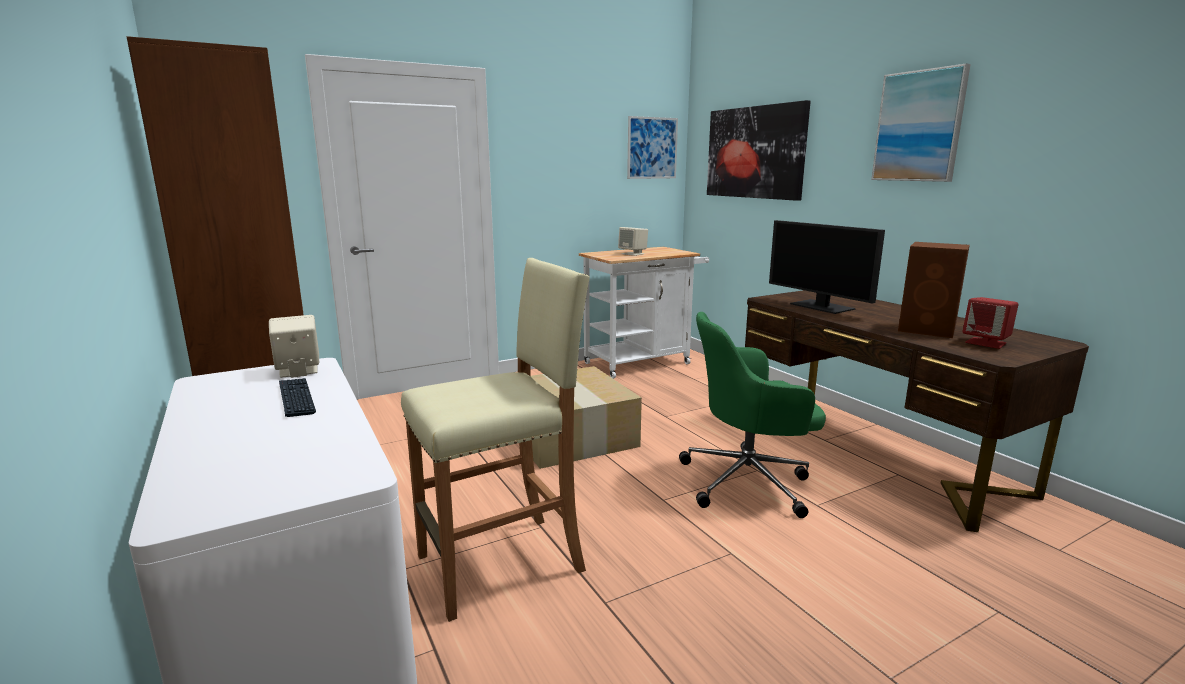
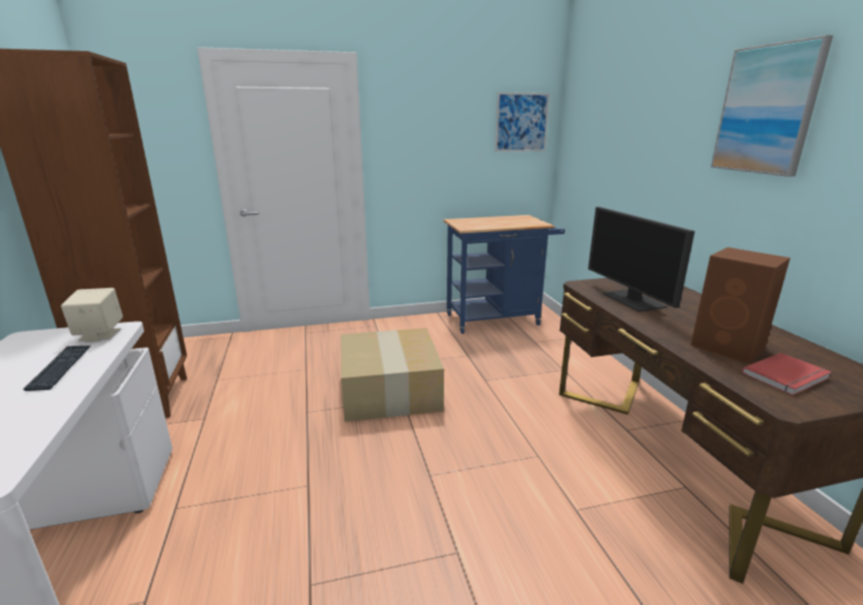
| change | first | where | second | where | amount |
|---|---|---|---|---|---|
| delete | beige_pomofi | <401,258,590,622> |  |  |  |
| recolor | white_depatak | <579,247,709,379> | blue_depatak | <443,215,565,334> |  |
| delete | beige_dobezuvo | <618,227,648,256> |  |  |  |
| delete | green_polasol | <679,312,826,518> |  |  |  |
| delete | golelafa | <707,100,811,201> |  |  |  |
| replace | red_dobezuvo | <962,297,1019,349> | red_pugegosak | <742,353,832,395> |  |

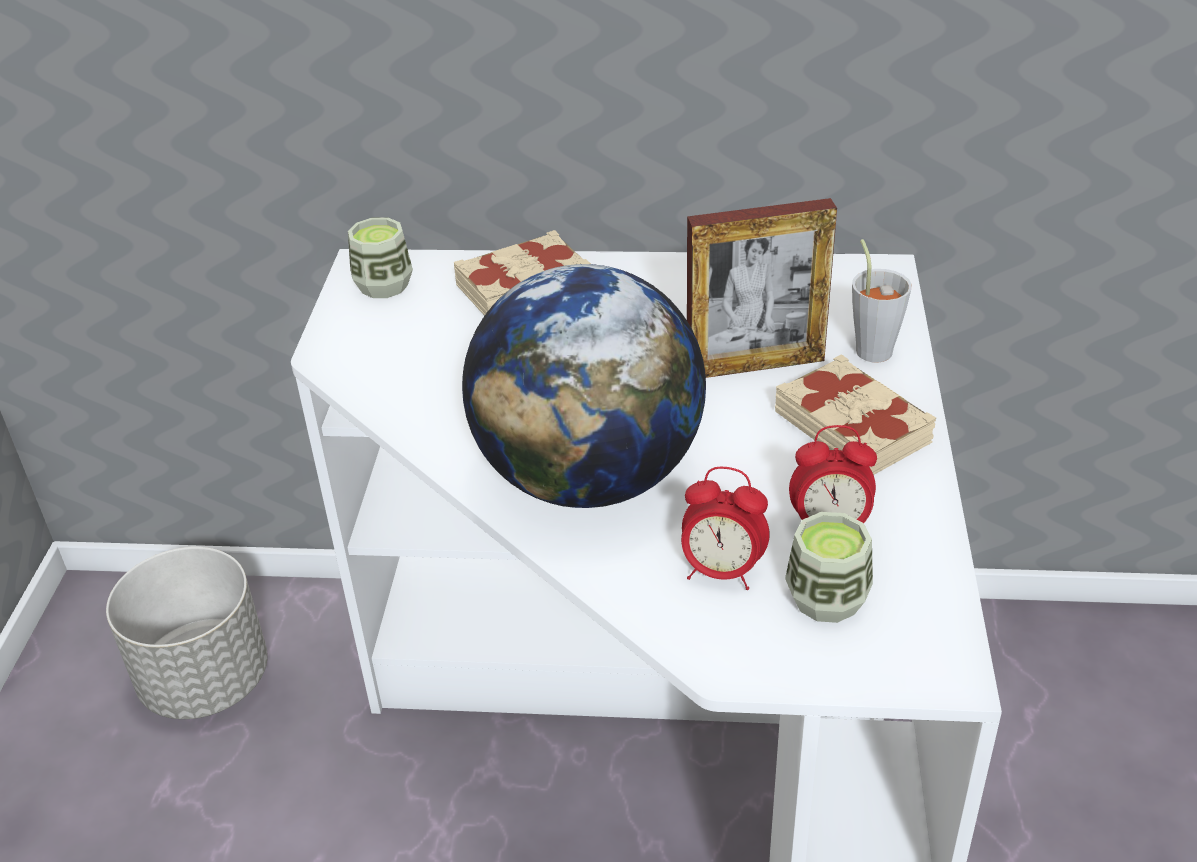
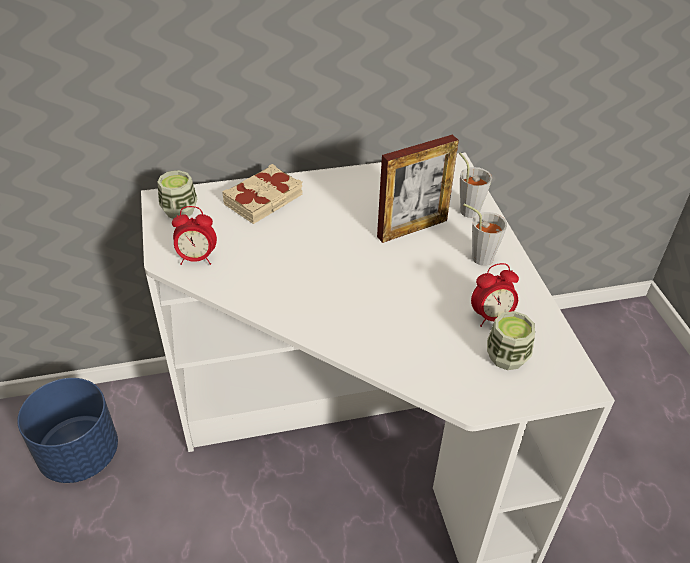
| change | first | where | second | where | amount |
|---|---|---|---|---|---|
| recolor | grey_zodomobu | <106,547,268,719> | blue_zodomobu | <17,378,118,483> |  |
| delete | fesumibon | <462,264,706,508> |  |  |  |
| move | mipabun | <681,467,770,590> |  | <172,206,217,265> |  |
| replace | beige_pugegosak | <775,354,936,475> | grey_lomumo | <463,203,507,266> |  |

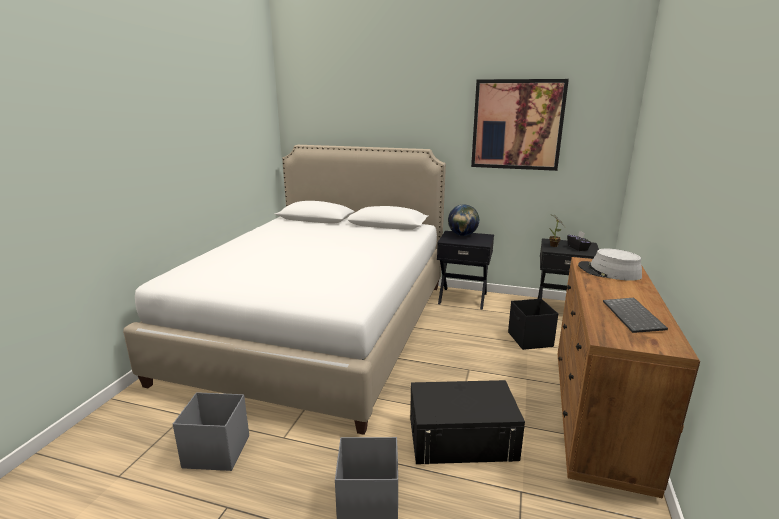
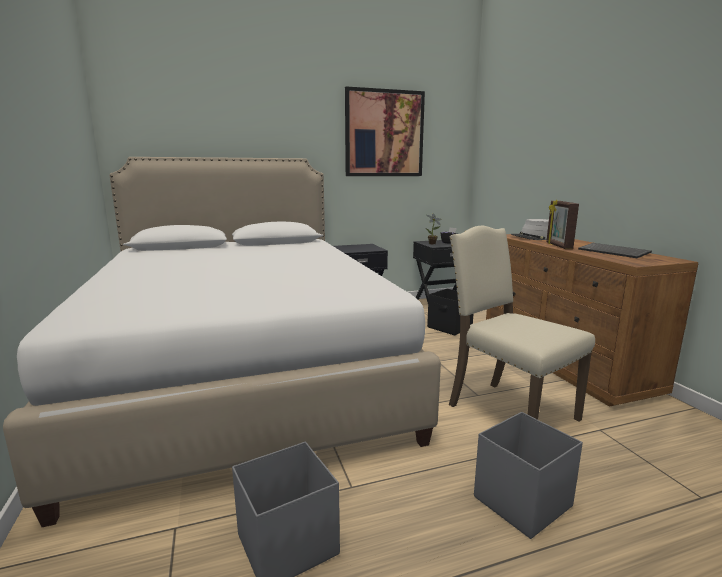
| change | first | where | second | where | amount |
|---|---|---|---|---|---|
| replace | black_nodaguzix | <410,380,525,464> | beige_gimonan | <449,226,595,422> |  |
| delete | fesumibon | <448,204,479,236> |  |  |  |
| insert |  |  | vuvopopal | <546,200,579,249> |  |

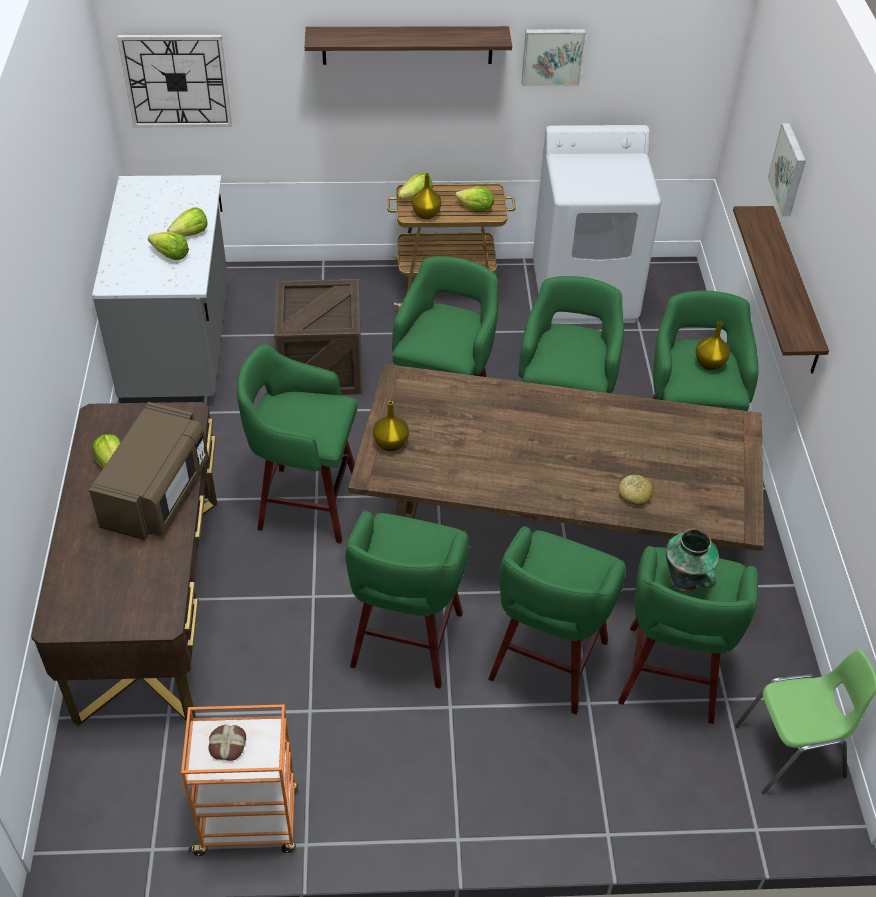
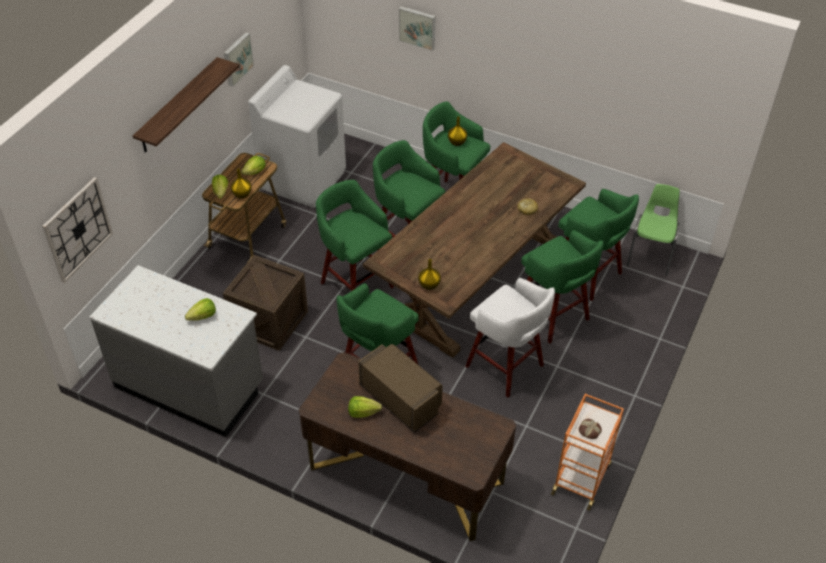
| change | first | where | second | where | amount |
|---|---|---|---|---|---|
| delete | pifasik | <167,207,208,237> |  |  |  |
| recolor | green_pomofi | <345,510,469,688> | white_pomofi | <465,278,555,398> |  |
| delete | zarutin | <666,529,719,592> |  |  |  |
| delete | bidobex | <733,206,829,374> |  |  |  |

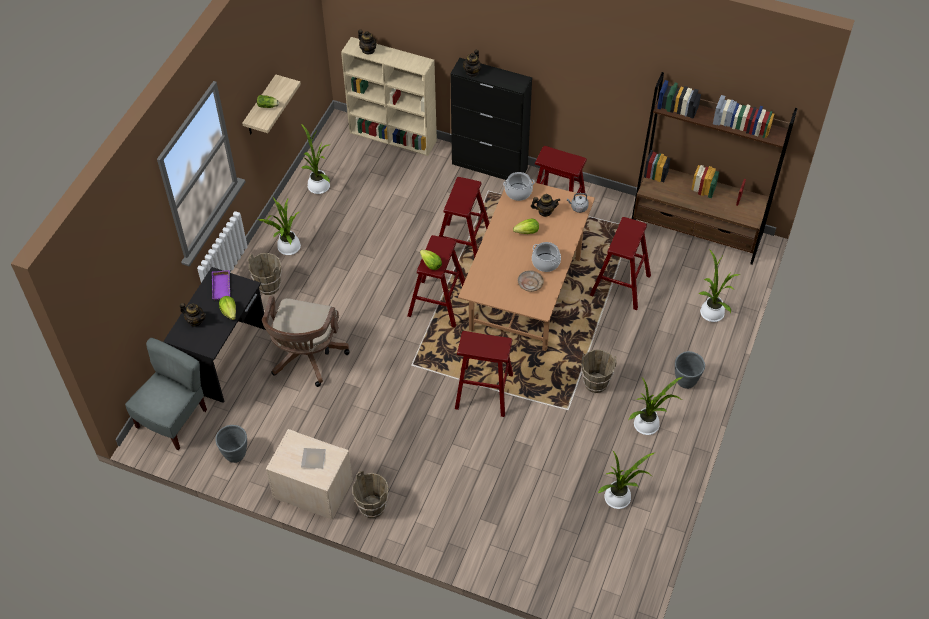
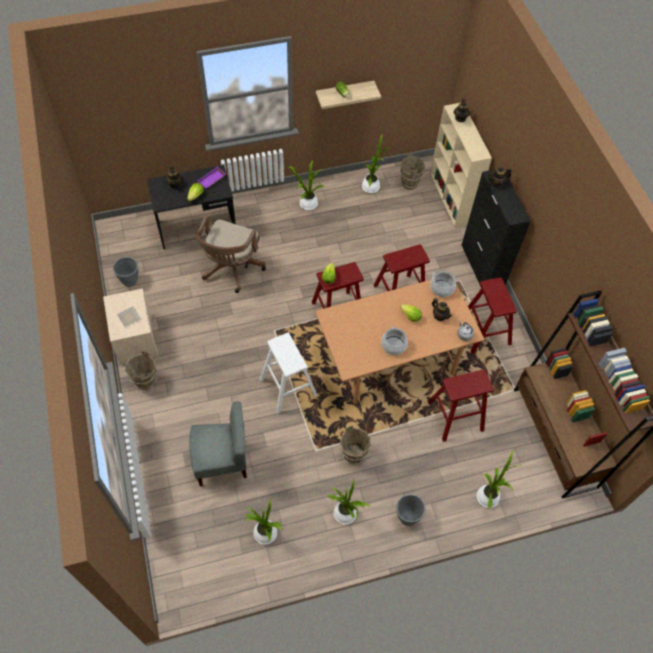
| change | first | where | second | where | amount |
|---|---|---|---|---|---|
| move | grey_gimonan | <125,338,207,450> |  | <190,402,247,486> |  |
| move | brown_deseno | <248,253,282,295> |  | <400,152,425,190> |  |
| rotate | brown_polasol | <262,296,350,387> |  | <195,215,266,293> | 45 degrees counterclockwise |
| recolor | red_pomofi | <455,331,513,417> | white_pomofi | <260,333,318,414> |  |
| delete | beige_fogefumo | <517,270,544,292> |  |  |  |

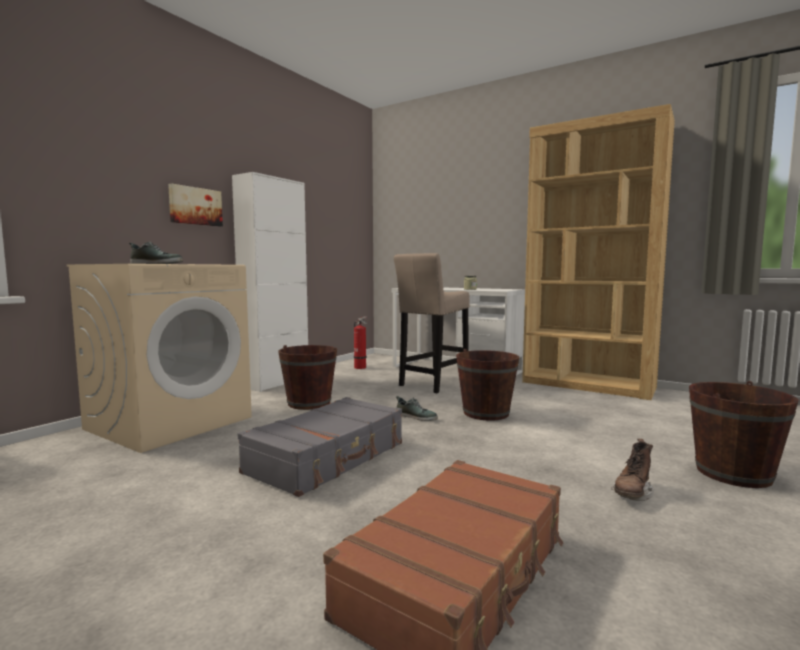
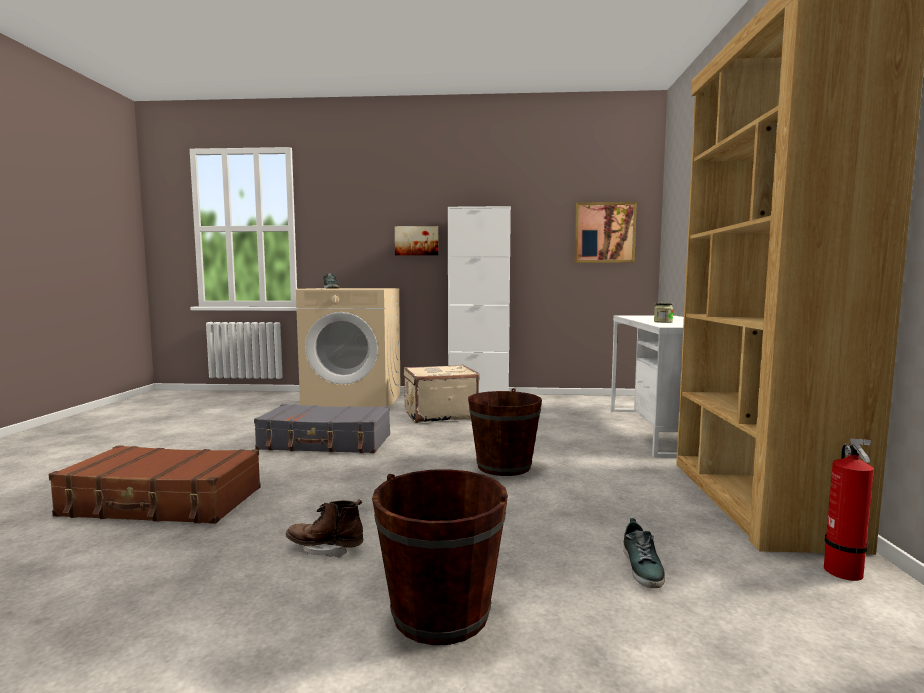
| change | first | where | second | where | amount |
|---|---|---|---|---|---|
| replace | brown_deseno | <278,345,337,410> | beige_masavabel | <404,364,480,423> |  |
| move | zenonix | <354,316,367,369> |  | <824,438,874,581> |  |
| delete | beige_pomofi | <394,253,470,393> |  |  |  |
| move | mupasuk | <396,396,438,421> |  | <623,518,665,588> |  |
| insert |  |  | golelafa | <574,202,637,263> |  |

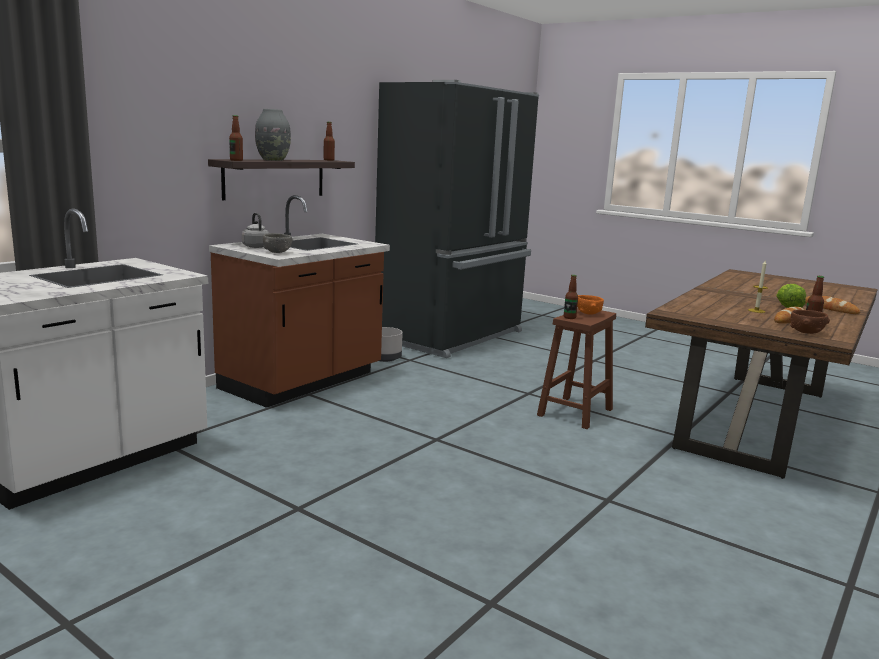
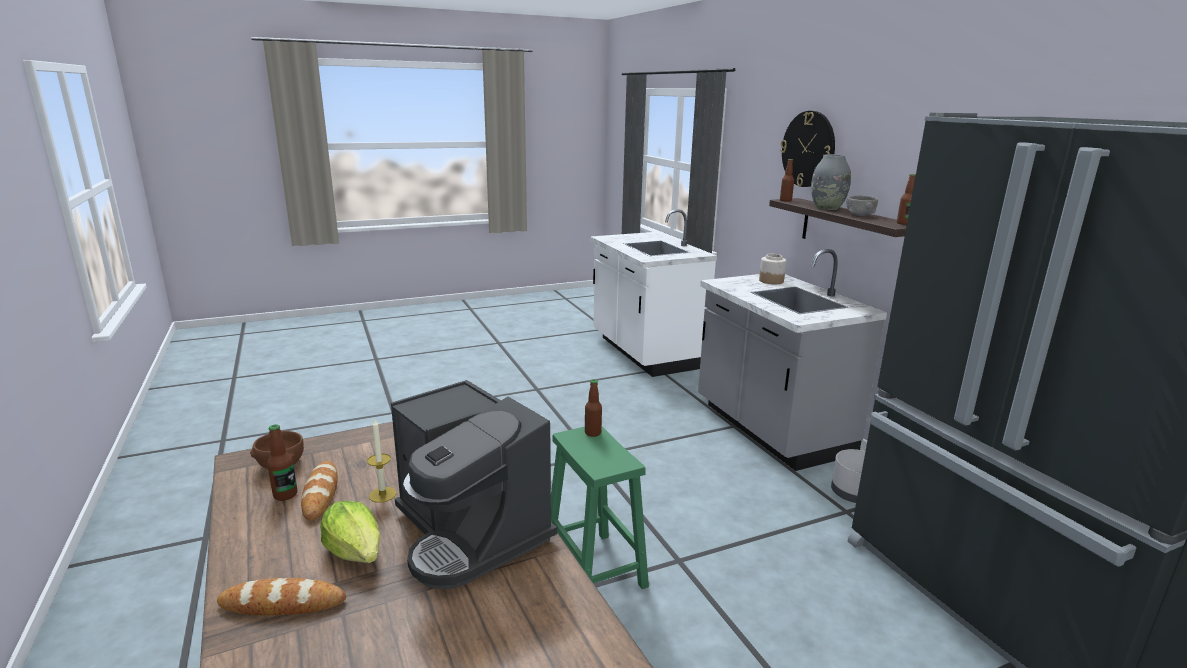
| change | first | where | second | where | amount |
|---|---|---|---|---|---|
| recolor | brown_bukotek | <209,195,390,408> | grey_bukotek | <698,249,887,471> |  |
| replace | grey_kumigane | <242,213,269,248> | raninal | <759,254,786,284> |  |
| move | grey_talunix | <263,233,293,253> |  | <846,195,878,216> |  |
| recolor | brown_pomofi | <537,309,616,429> | green_pomofi | <551,426,649,589> |  |
| delete | orange_talunix | <577,295,604,315> |  |  |  |
| insert |  |  | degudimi | <391,380,557,590> |  |
| insert |  |  | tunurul | <780,111,835,187> |  |

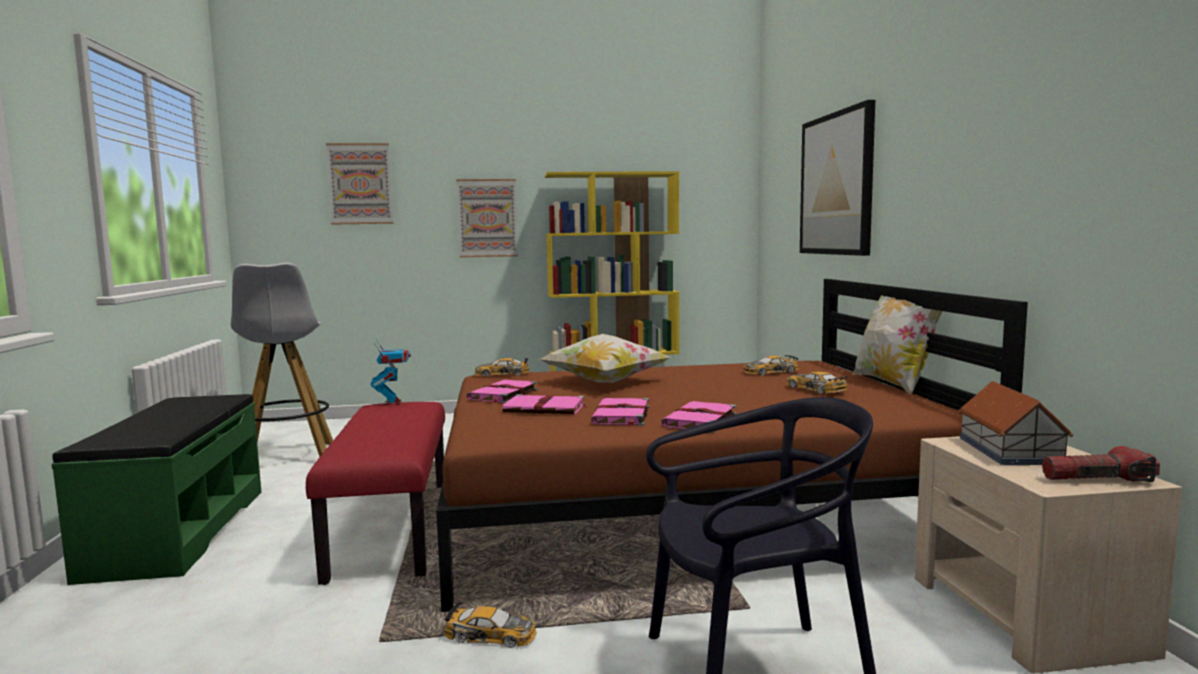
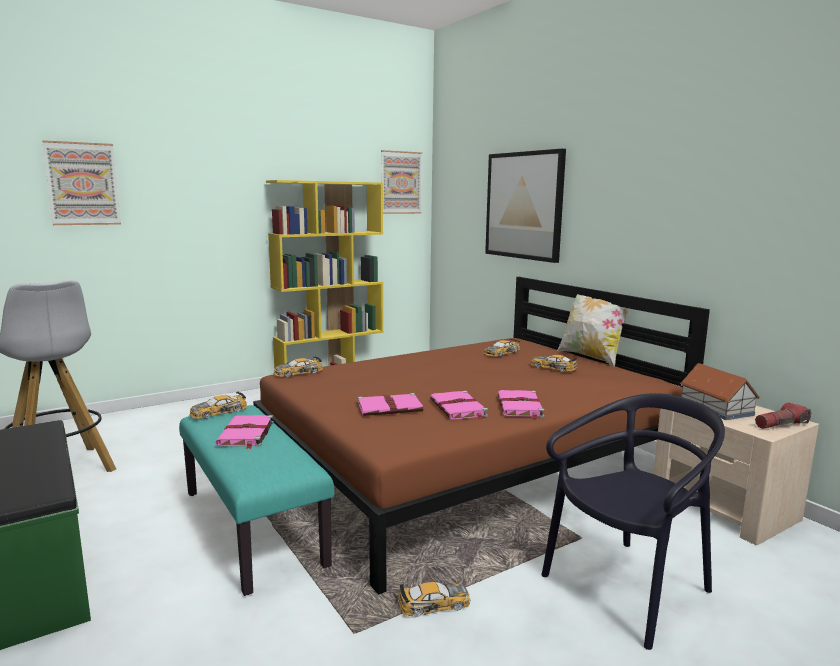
| change | first | where | second | where | amount |
|---|---|---|---|---|---|
| recolor | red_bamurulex | <306,402,445,585> | turquoise_bamurulex | <179,405,334,596> |  |
| replace | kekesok | <371,340,411,405> | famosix | <189,392,247,419> |  |
| move | golelafa | <456,179,518,258> |  | <381,150,422,214> |  |
| move | pink_pugegosak | <466,380,538,404> |  | <215,415,274,449> |  |
| delete | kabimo | <540,334,671,383> |  |  |  |

